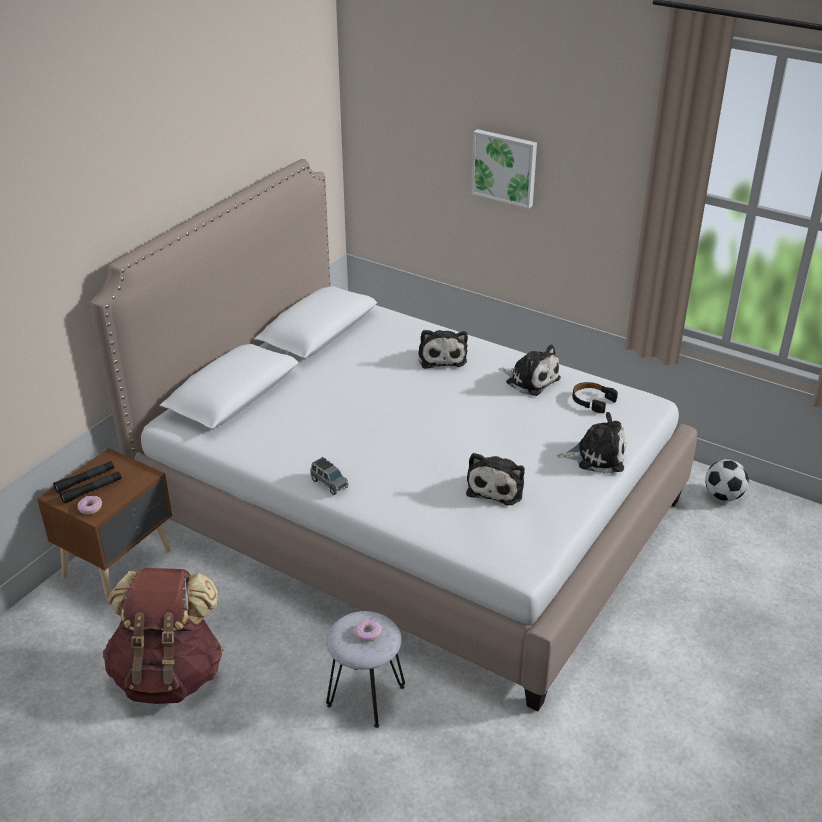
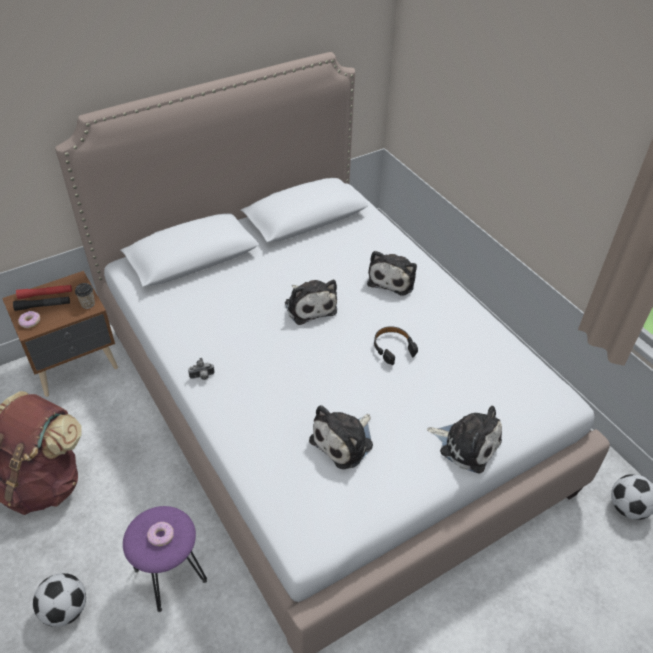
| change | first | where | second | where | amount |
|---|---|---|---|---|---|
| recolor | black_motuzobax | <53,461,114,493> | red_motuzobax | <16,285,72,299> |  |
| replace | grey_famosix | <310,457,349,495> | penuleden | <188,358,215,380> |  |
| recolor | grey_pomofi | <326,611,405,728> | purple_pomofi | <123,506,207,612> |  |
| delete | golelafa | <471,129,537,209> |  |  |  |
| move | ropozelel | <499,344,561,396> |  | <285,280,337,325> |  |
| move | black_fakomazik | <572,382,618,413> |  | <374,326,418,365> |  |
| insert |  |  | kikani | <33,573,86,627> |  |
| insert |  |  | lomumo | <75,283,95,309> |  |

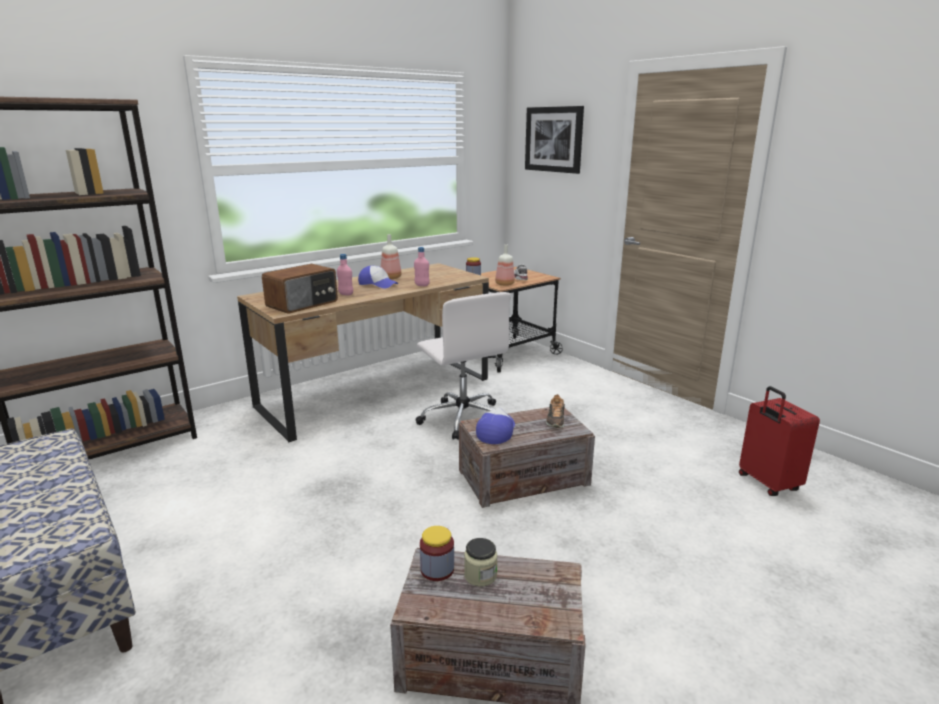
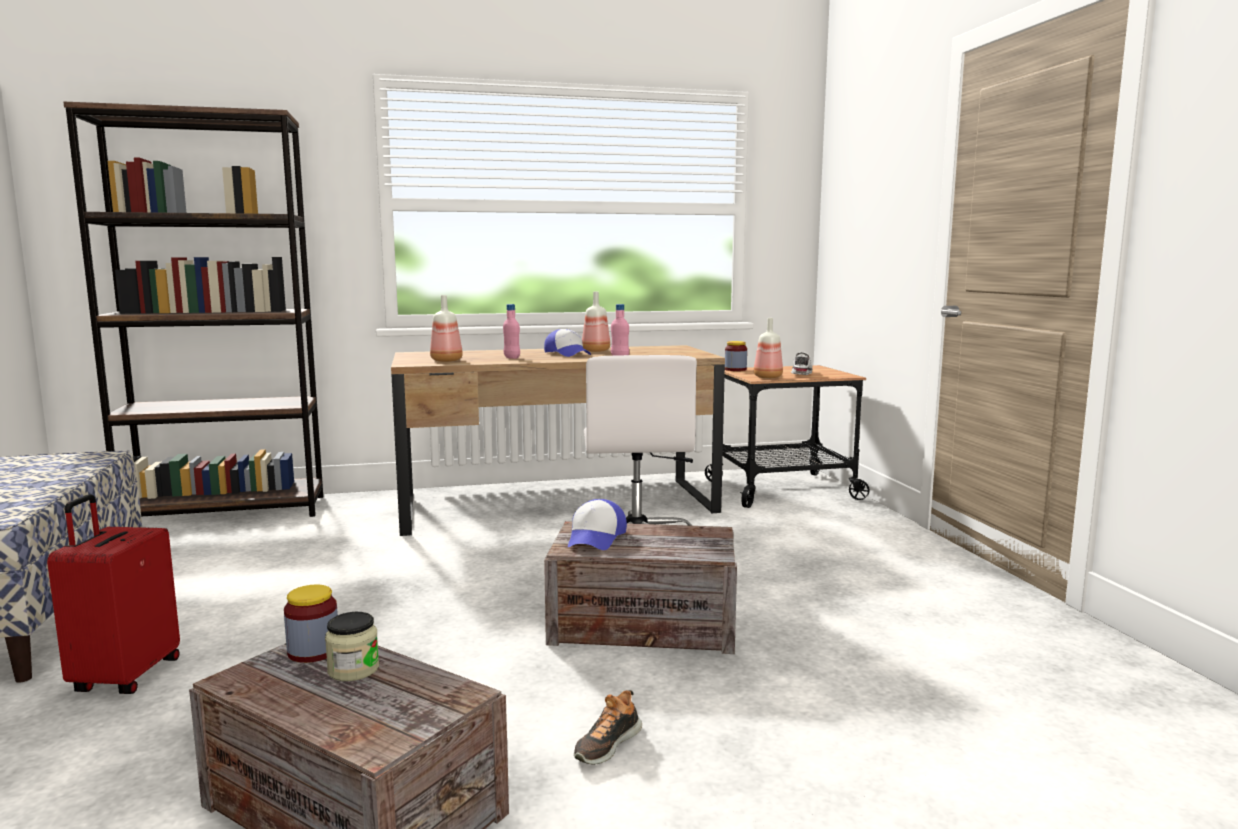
| change | first | where | second | where | amount |
|---|---|---|---|---|---|
| replace | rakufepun | <262,264,338,314> | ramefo | <430,295,463,362> |  |
| rotate | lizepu | <476,408,515,444> |  | <568,499,627,550> | 150 degrees clockwise |
| delete | golelafa | <525,106,584,174> |  |  |  |
| move | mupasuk | <546,394,565,428> |  | <574,690,642,765> |  |
| move | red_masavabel | <739,386,820,496> |  | <47,494,180,694> |  |

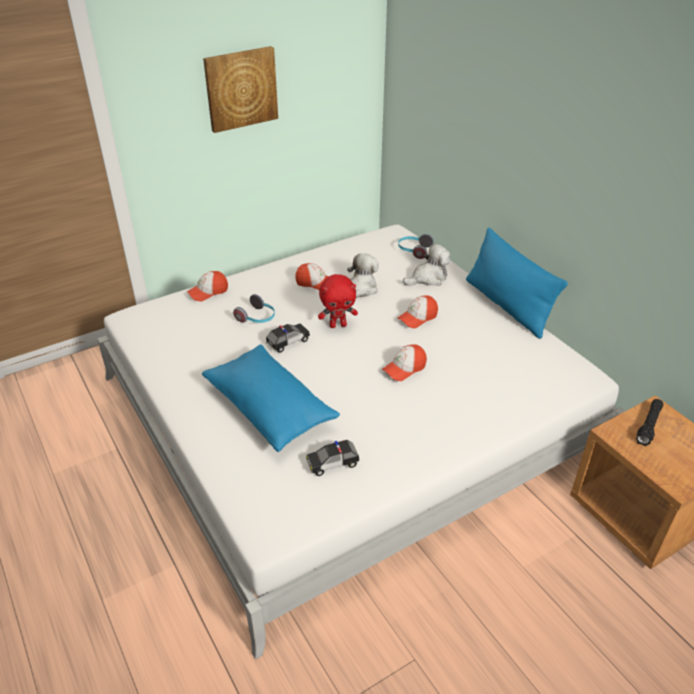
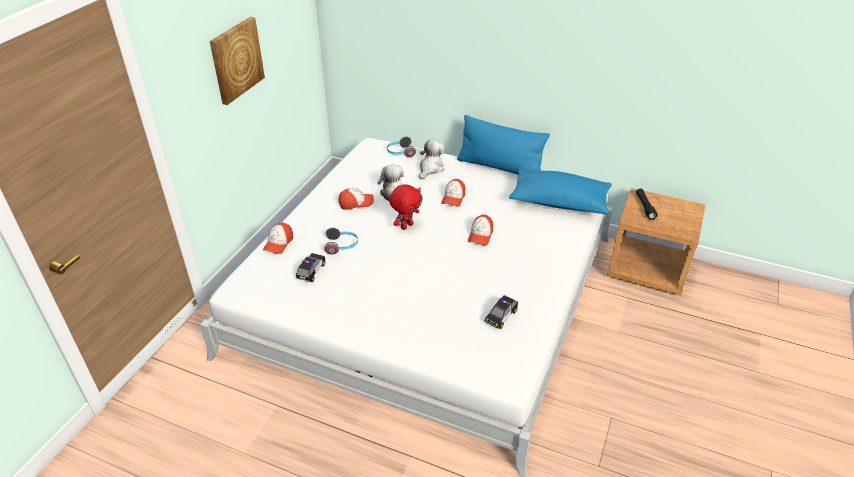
| change | first | where | second | where | amount |
|---|---|---|---|---|---|
| move | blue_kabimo | <202,344,340,452> |  | <509,169,612,215> |  |
| move | famosix | <266,323,310,353> |  | <296,253,325,282> |  |

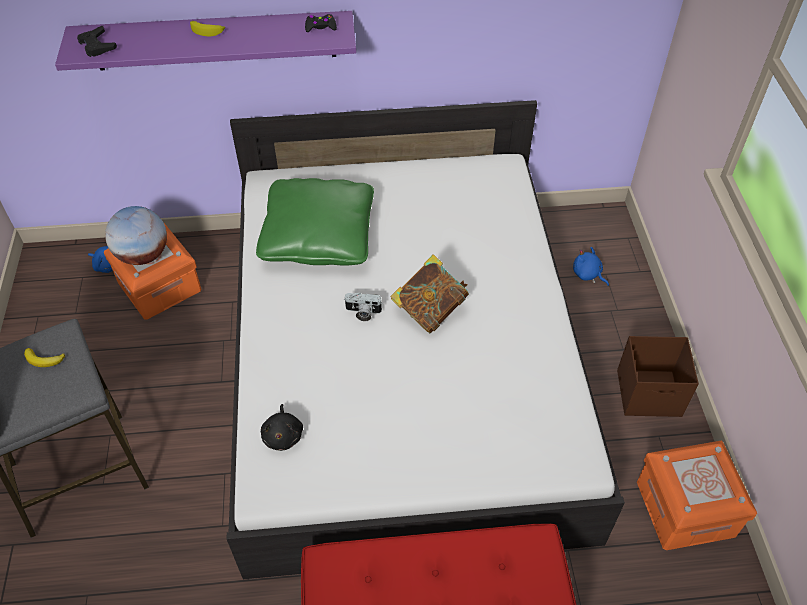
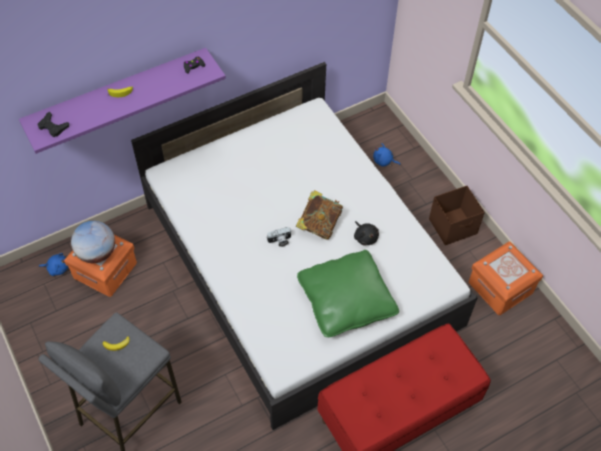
| change | first | where | second | where | amount |
|---|---|---|---|---|---|
| move | green_kabimo | <256,178,374,266> |  | <297,250,399,337> |  |
| move | black_ropozelel | <261,404,303,451> |  | <354,221,379,245> |  |

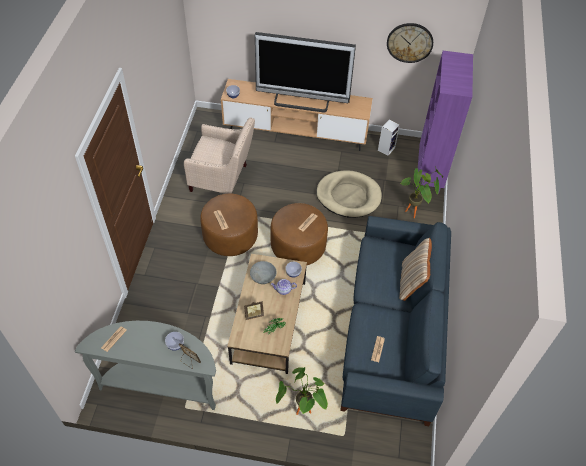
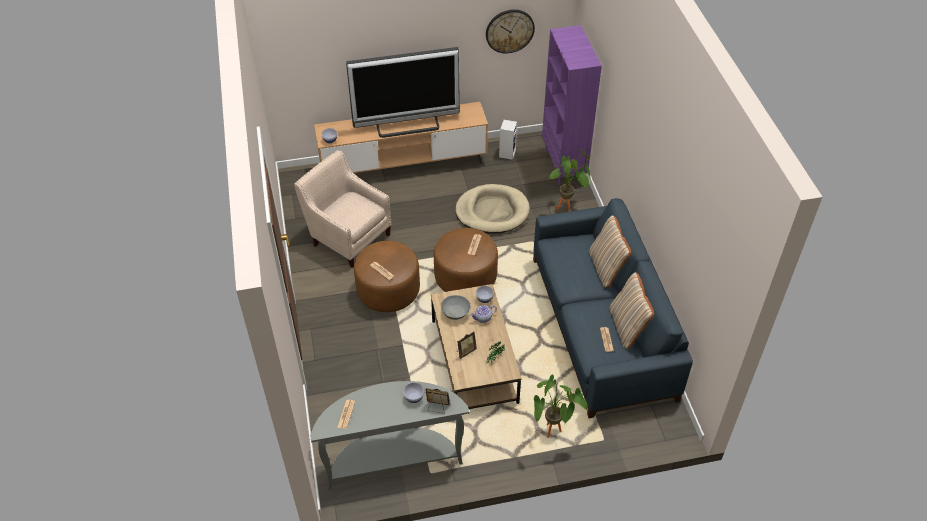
| change | first | where | second | where | amount |
|---|---|---|---|---|---|
| rotate | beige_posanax | <184,118,255,194> |  | <294,150,392,268> | 135 degrees counterclockwise |
| insert |  |  | beige_kabimo | <610,272,654,349> |  |

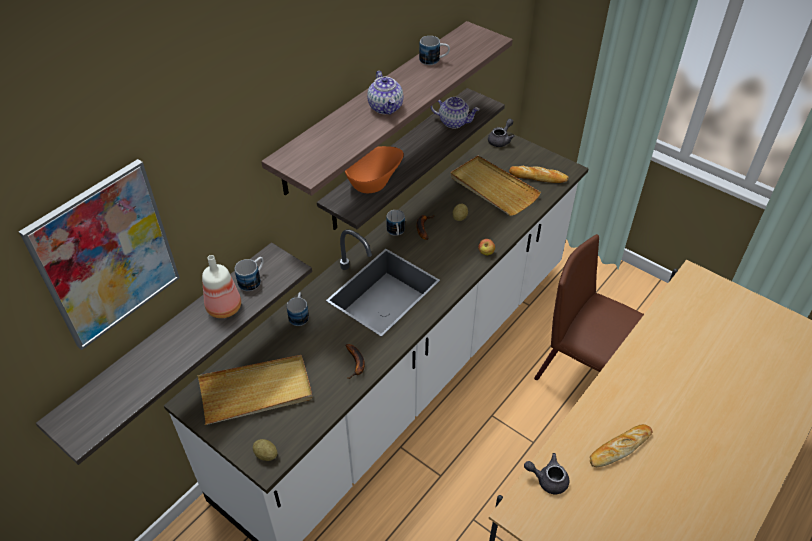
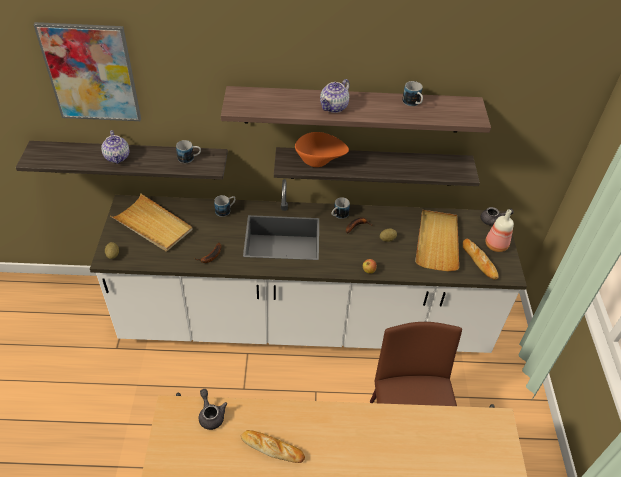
| change | first | where | second | where | amount |
|---|---|---|---|---|---|
| move | ramefo | <202,255,241,318> |  | <485,209,514,252> |  |
| move | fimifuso | <431,97,480,128> |  | <101,130,129,164> |  |

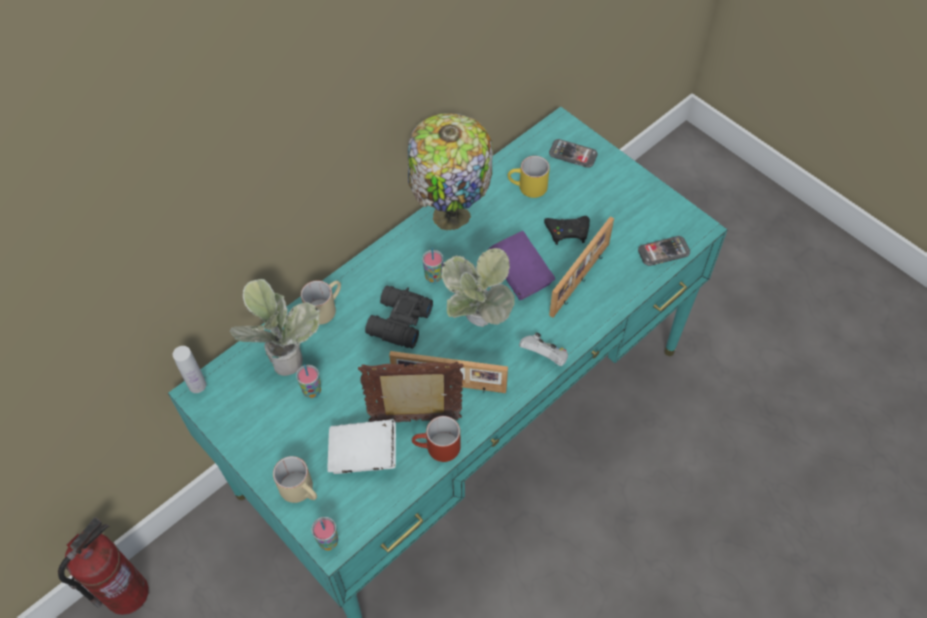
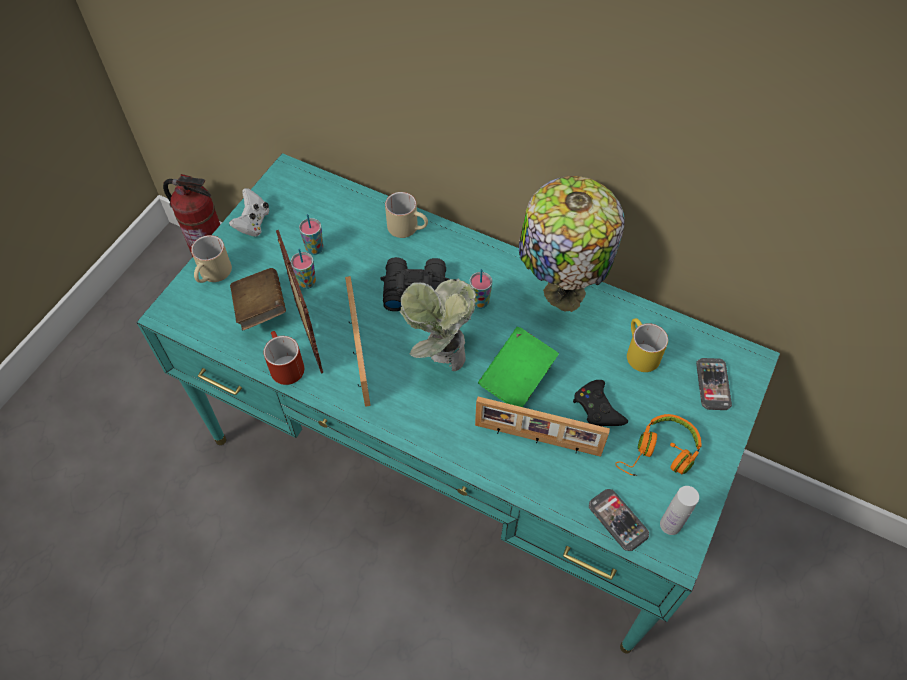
| change | first | where | second | where | amount |
|---|---|---|---|---|---|
| move | white_ramefo | <173,346,206,393> |  | <660,486,699,535> |  |
| delete | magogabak | <230,279,320,376> |  |  |  |
| move | lomumo | <311,517,338,551> |  | <291,249,316,289> |  |
| recolor | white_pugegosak | <328,419,396,474> | brown_pugegosak | <230,268,286,330> |  |
| recolor | purple_pugegosak | <488,231,555,300> | green_pugegosak | <478,327,559,407> |  |
| move | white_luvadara | <519,332,568,366> |  | <229,188,269,237> |  |
| insert |  |  | orange_fakomazik | <615,414,702,476> |  |

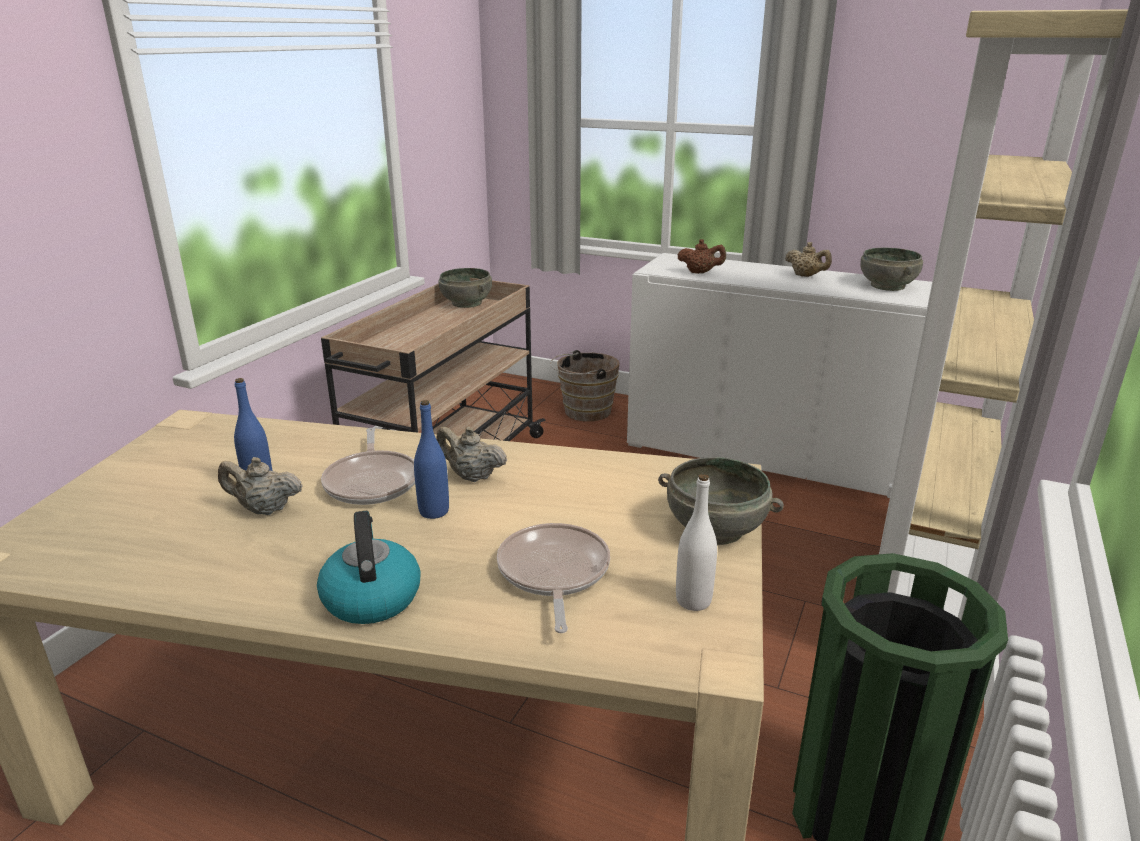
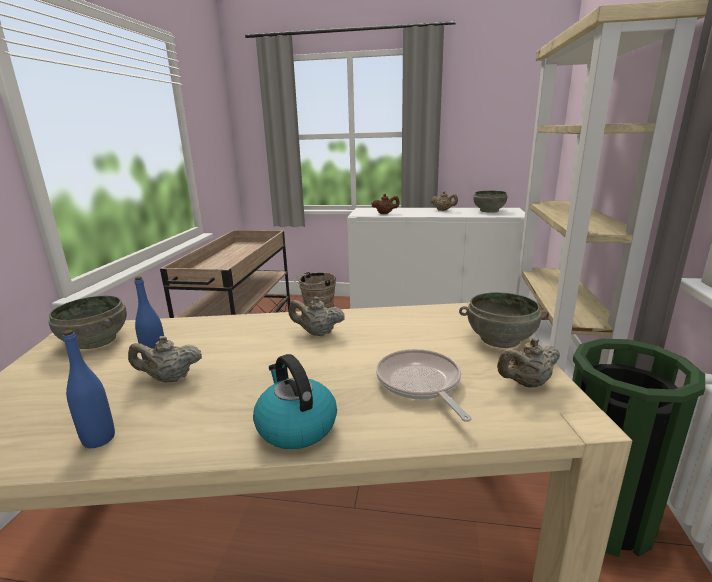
| change | first | where | second | where | amount |
|---|---|---|---|---|---|
| delete | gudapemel | <321,428,415,505> |  |  |  |
| move | blue_ramefo | <414,400,449,519> |  | <63,330,115,448> |  |
| move | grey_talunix | <439,268,492,308> |  | <49,296,127,349> |  |
| replace | white_ramefo | <676,474,717,611> | beige_fimifuso | <497,338,560,388> |  |

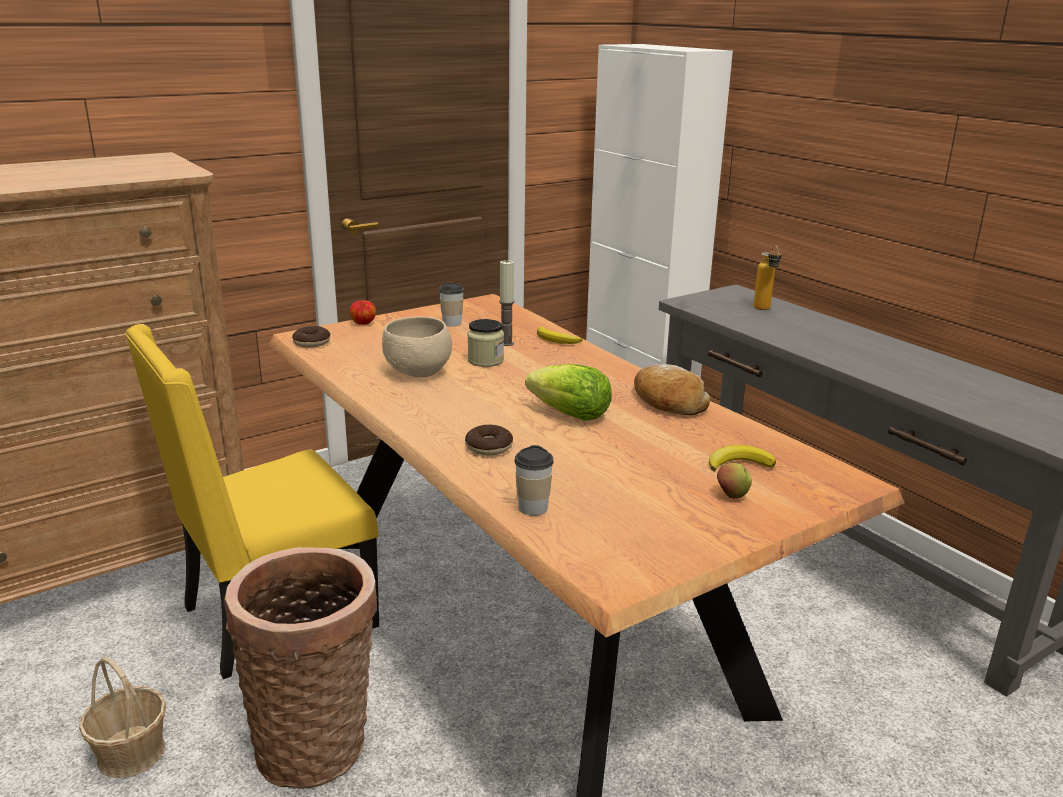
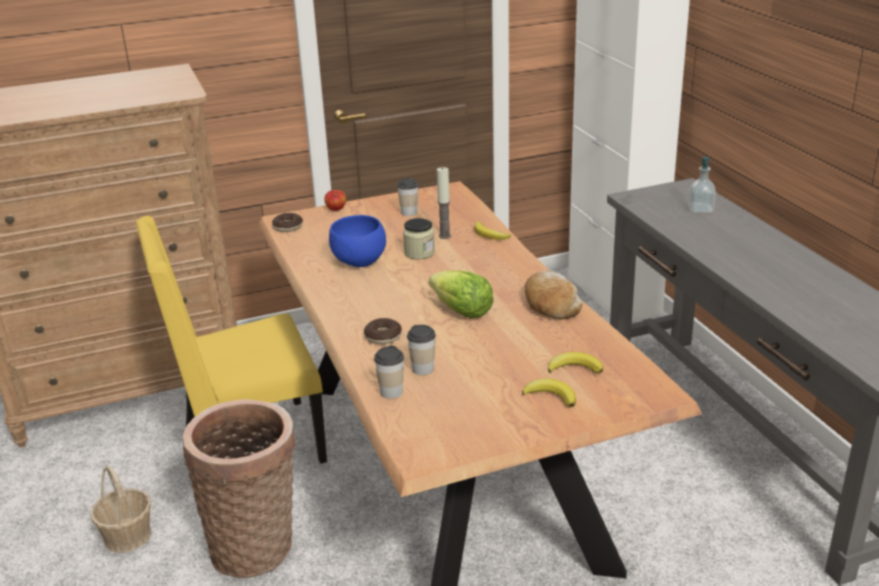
| change | first | where | second | where | amount |
|---|---|---|---|---|---|
| recolor | beige_talunix | <382,316,452,377> | blue_talunix | <329,215,386,267> |  |
| replace | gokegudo | <717,463,752,499> | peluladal | <522,379,576,407> |  |
| replace | ramefo | <753,245,782,310> | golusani | <688,157,716,213> |  |
| insert |  |  | lomumo | <407,325,436,375> |  |

